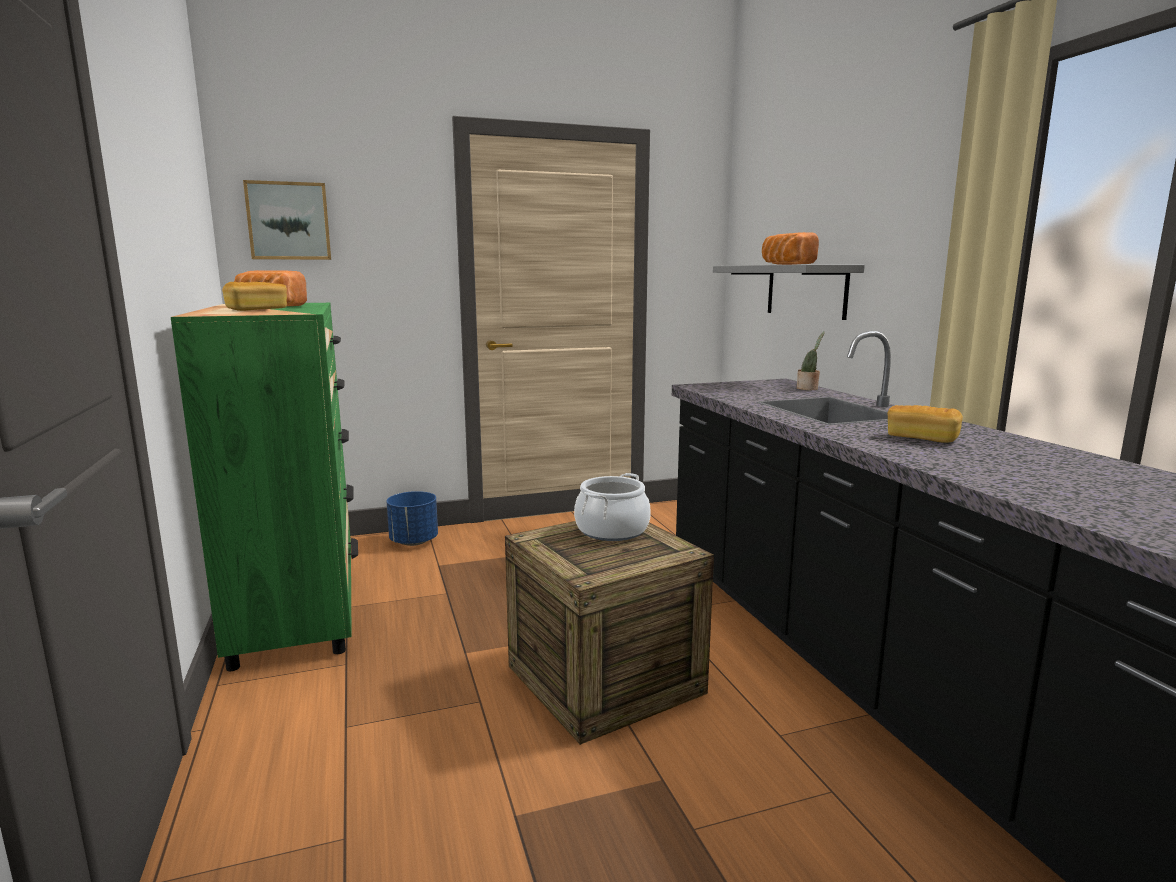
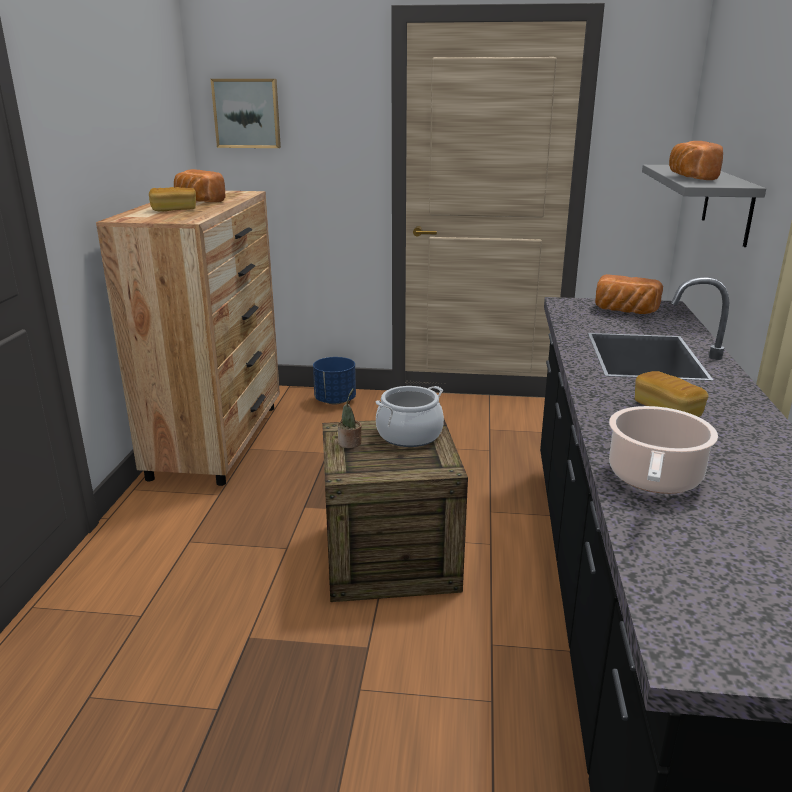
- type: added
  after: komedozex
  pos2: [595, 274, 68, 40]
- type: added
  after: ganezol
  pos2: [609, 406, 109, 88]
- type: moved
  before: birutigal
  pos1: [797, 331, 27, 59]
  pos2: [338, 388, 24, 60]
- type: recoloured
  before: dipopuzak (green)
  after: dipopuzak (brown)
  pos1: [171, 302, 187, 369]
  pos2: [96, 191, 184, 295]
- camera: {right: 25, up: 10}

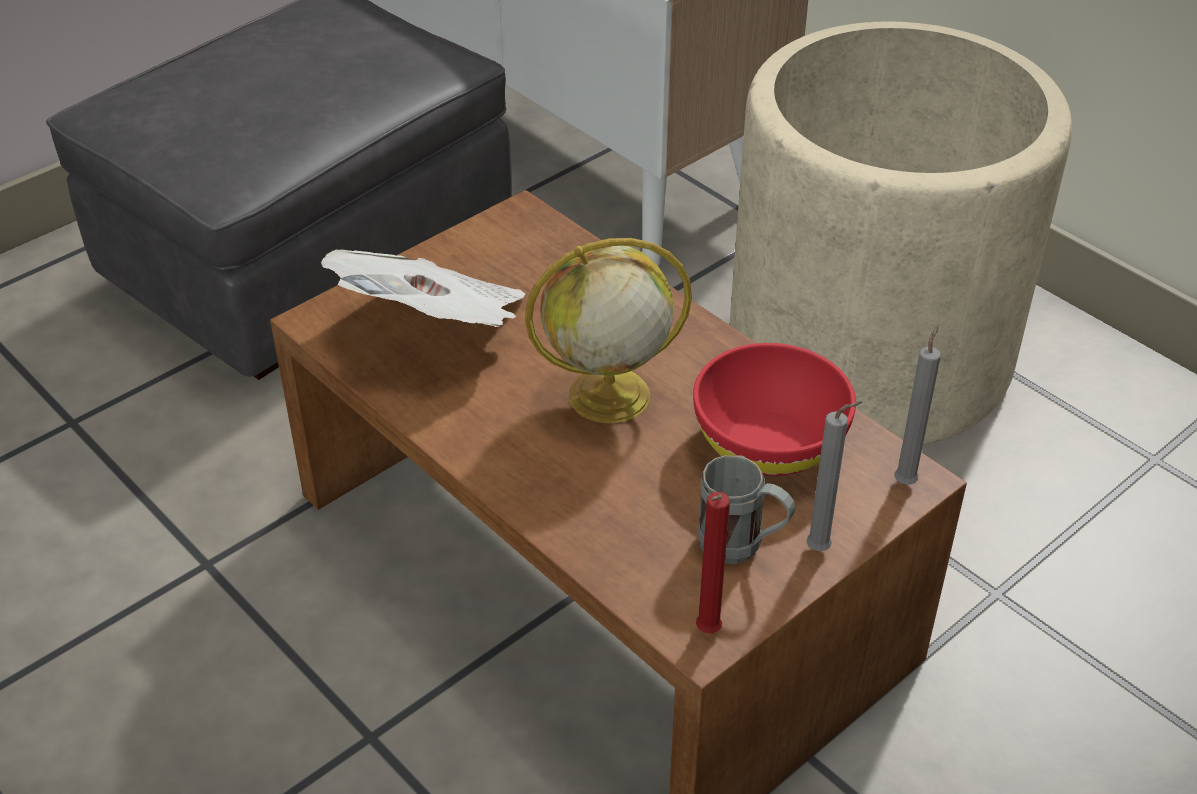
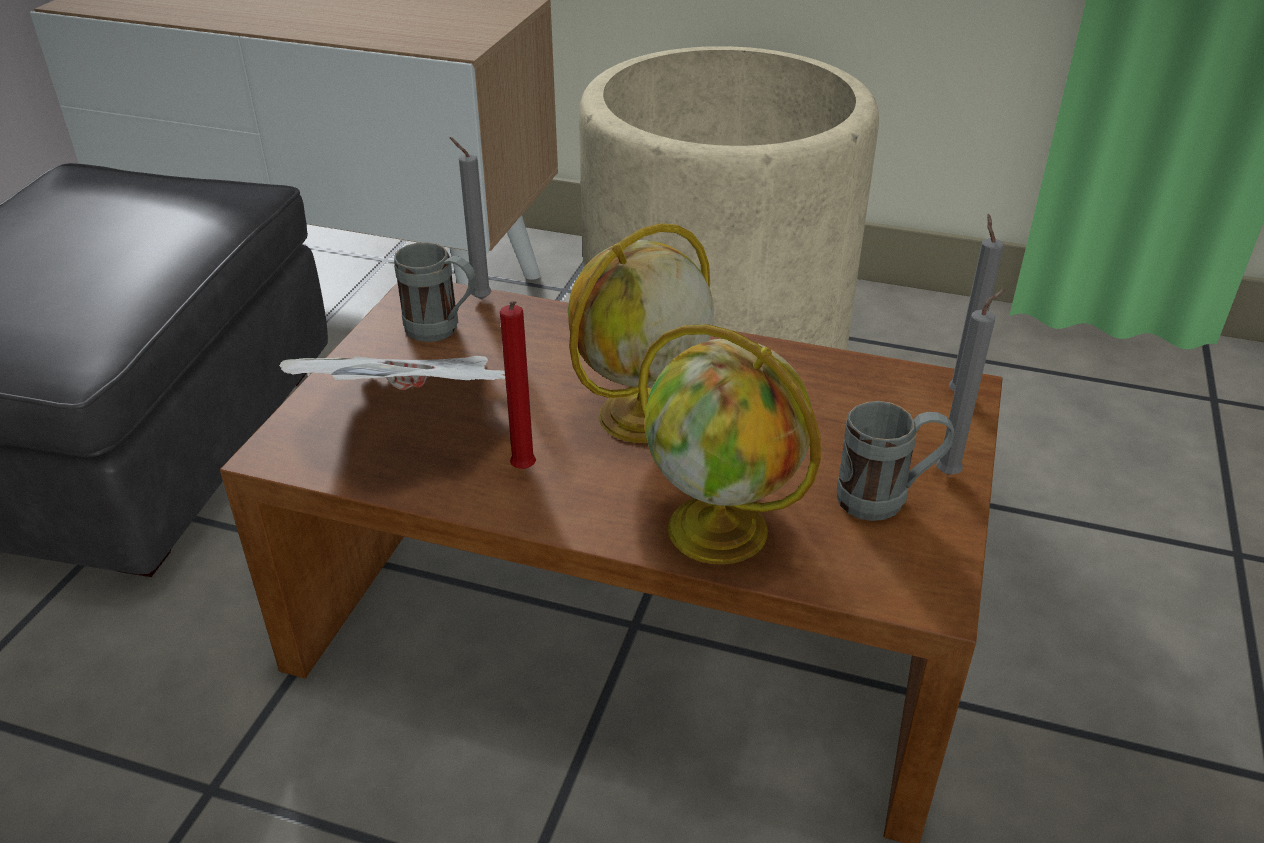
- type: removed
  before: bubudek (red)
  pos1: [693, 343, 163, 133]
- type: added
  after: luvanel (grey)
  pos2: [394, 243, 82, 99]
- type: added
  after: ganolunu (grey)
  pos2: [449, 137, 43, 163]
- type: added
  after: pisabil
  pos2: [638, 324, 183, 241]
- type: moved
  before: ganolunu (red)
  pos1: [696, 492, 34, 142]
  pos2: [500, 301, 36, 168]
- camera: {right: -30, up: -5}

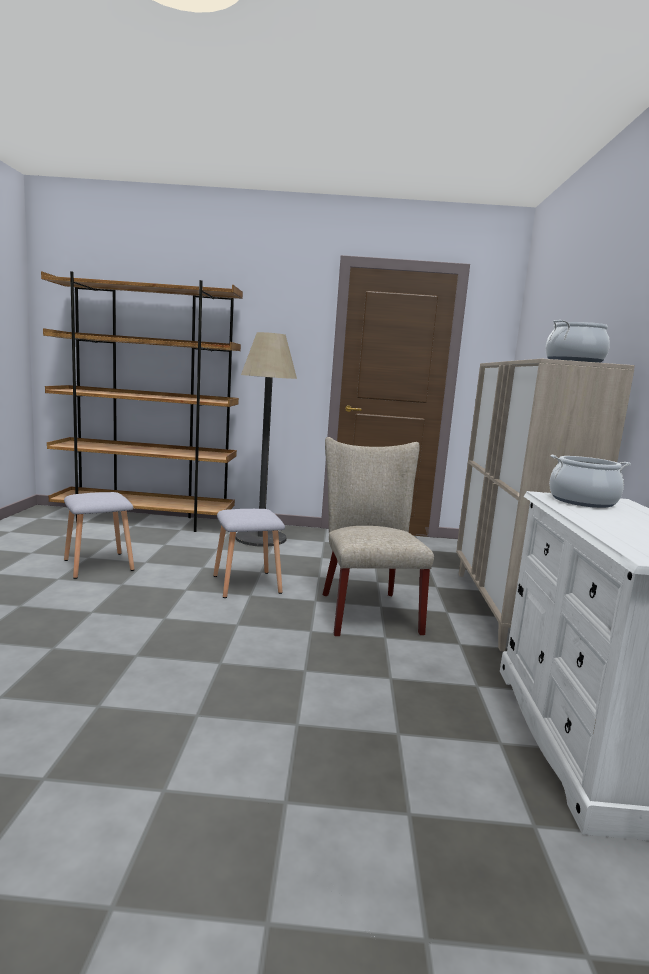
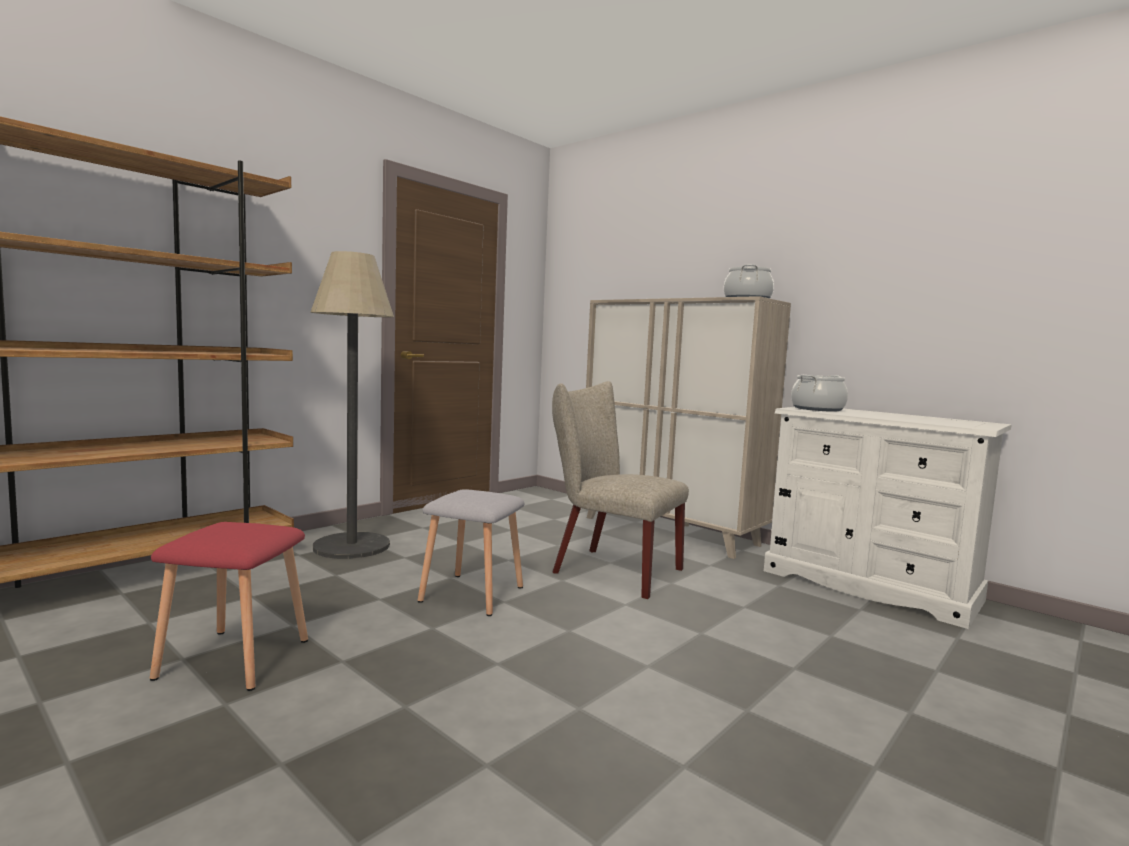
- type: recoloured
  before: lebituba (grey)
  after: lebituba (red)
  pos1: [64, 492, 70, 87]
  pos2: [150, 522, 158, 169]
- camera: {right: -50, up: -5}

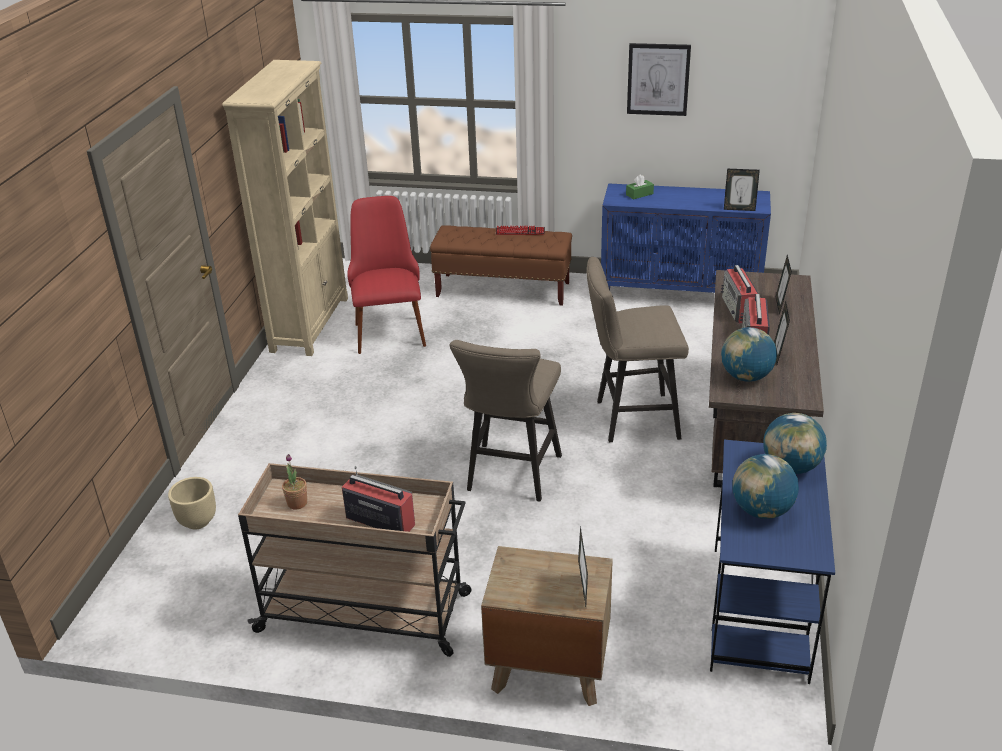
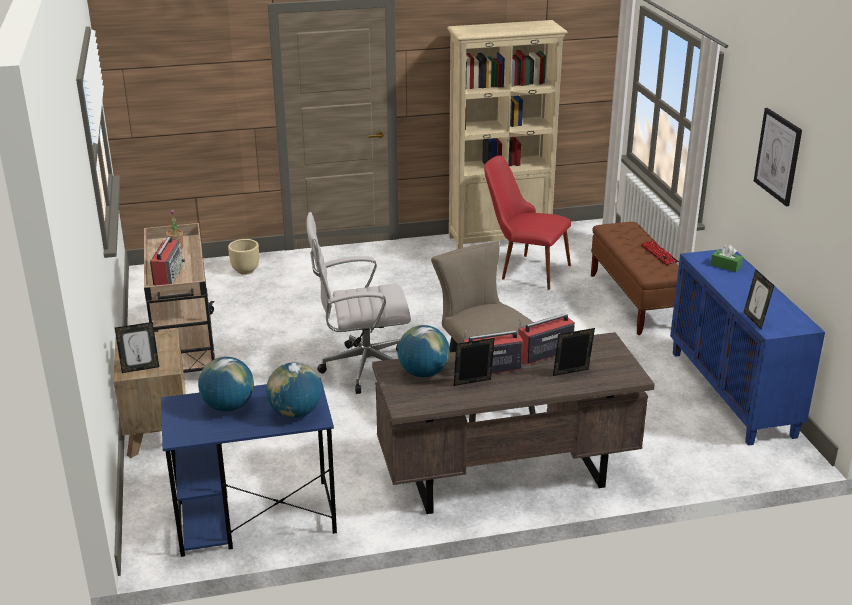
- type: replaced
  before: lebituba (beige)
  after: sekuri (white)
  pos1: [450, 340, 112, 162]
  pos2: [306, 212, 105, 182]
- type: turned
  before: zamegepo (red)
  pos1: [347, 196, 79, 158]
  pos2: [484, 155, 87, 135]
  turn: -120
- camera: {right: 65, up: -5}

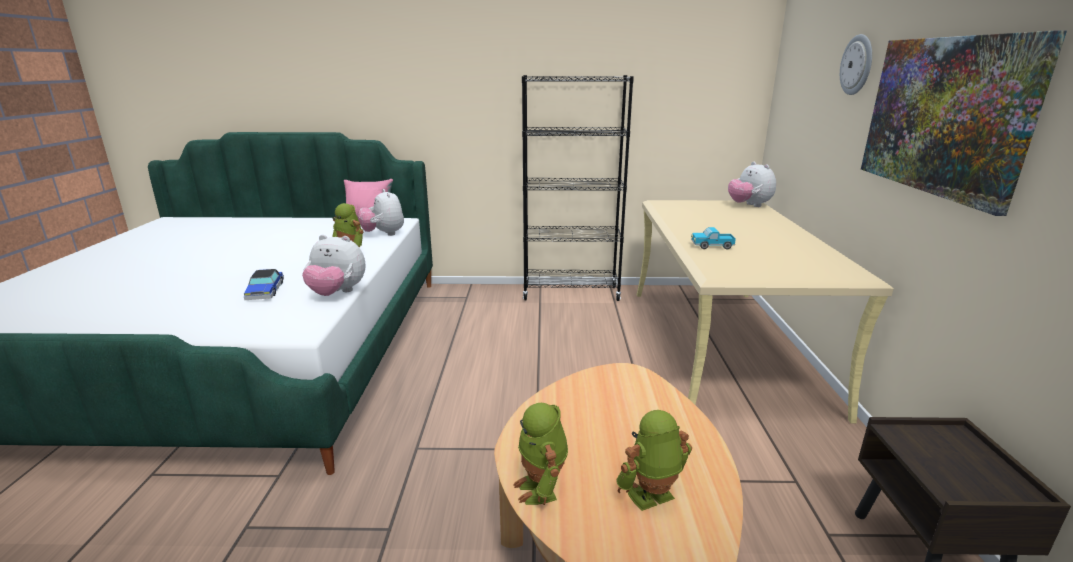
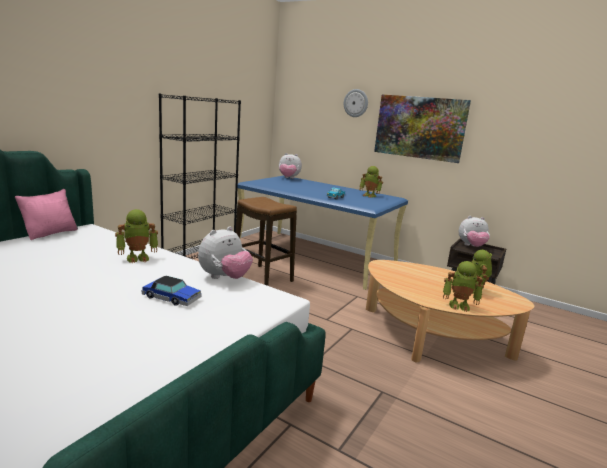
- type: added
  after: lebituba
  pos2: [235, 197, 62, 89]
- type: added
  after: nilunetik
  pos2: [360, 166, 23, 32]
- type: moved
  before: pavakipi
  pos1: [358, 189, 46, 47]
  pos2: [459, 216, 31, 31]
- type: recoloured
  before: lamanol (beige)
  after: lamanol (blue)
  pos1: [637, 200, 257, 223]
  pos2: [237, 176, 171, 114]
- camera: {right: -60, up: -5}

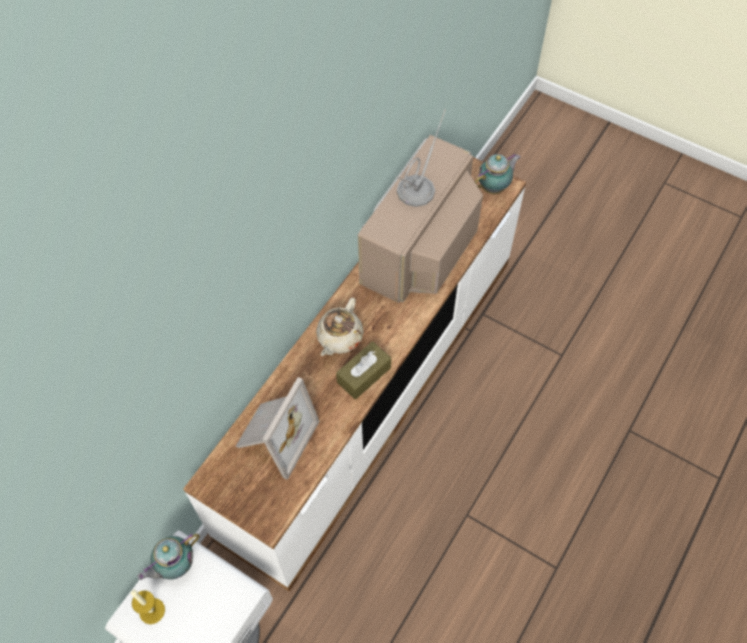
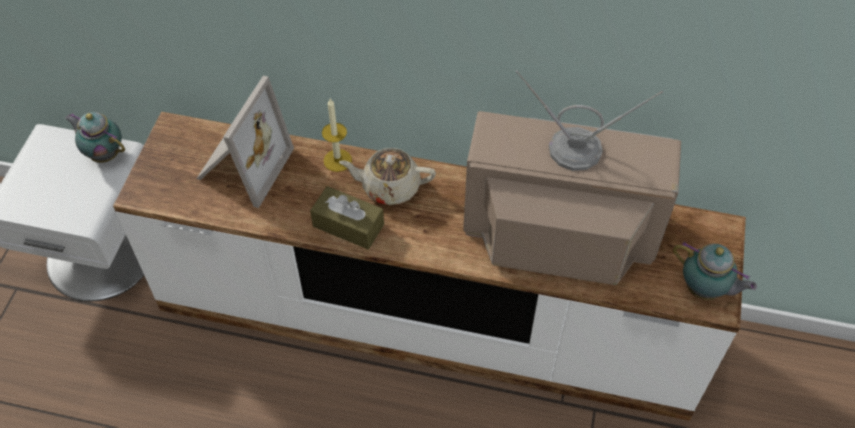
- type: moved
  before: ganolunu
  pos1: [131, 590, 34, 34]
  pos2: [322, 99, 30, 73]
- type: turned
  before: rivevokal
  pos1: [235, 377, 84, 103]
  pos2: [197, 76, 97, 132]
  turn: -75
- camera: {right: 70, up: -5}

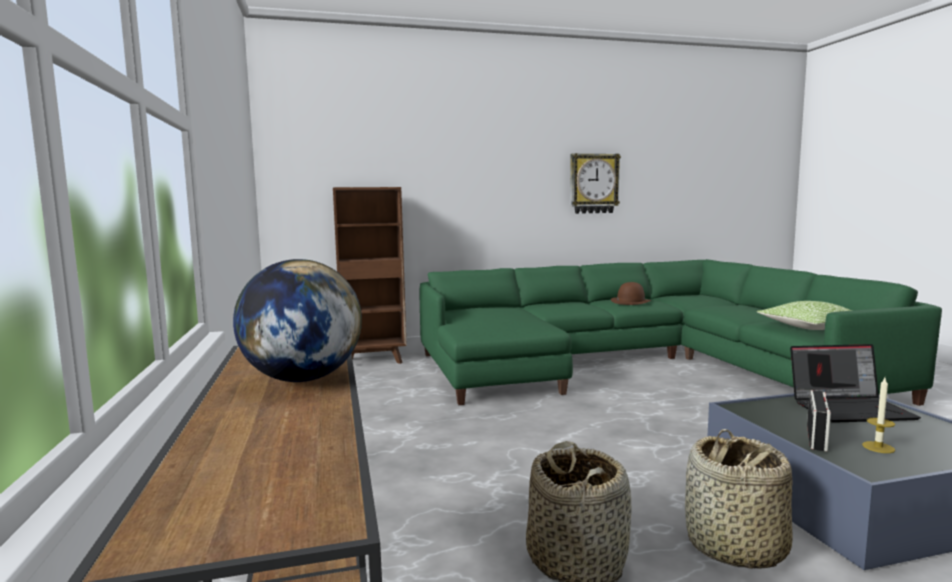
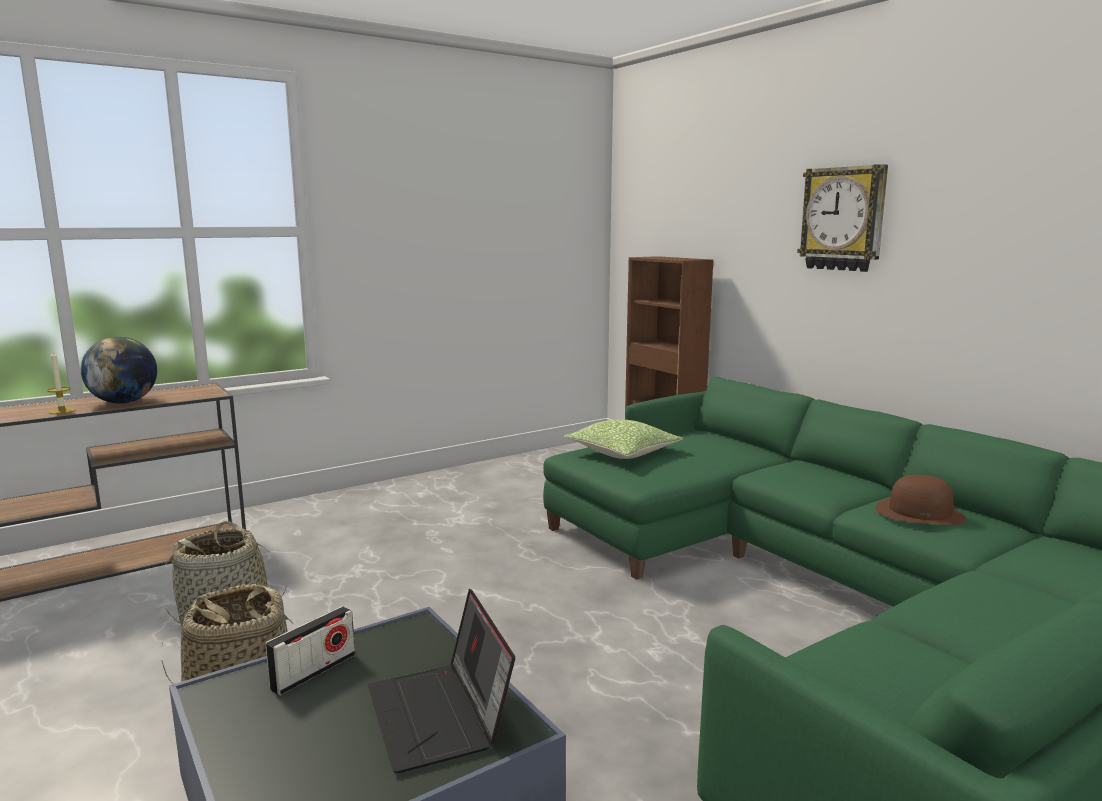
- type: moved
  before: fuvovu
  pos1: [570, 153, 51, 61]
  pos2: [797, 164, 91, 108]
- type: moved
  before: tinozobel
  pos1: [757, 301, 95, 29]
  pos2: [564, 420, 119, 39]
- type: moved
  before: ganolunu
  pos1: [862, 378, 33, 75]
  pos2: [47, 351, 28, 63]
- type: turned
  before: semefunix
  pos1: [807, 390, 24, 62]
  pos2: [265, 606, 90, 90]
  turn: -60
- camera: {right: 70, up: 5}

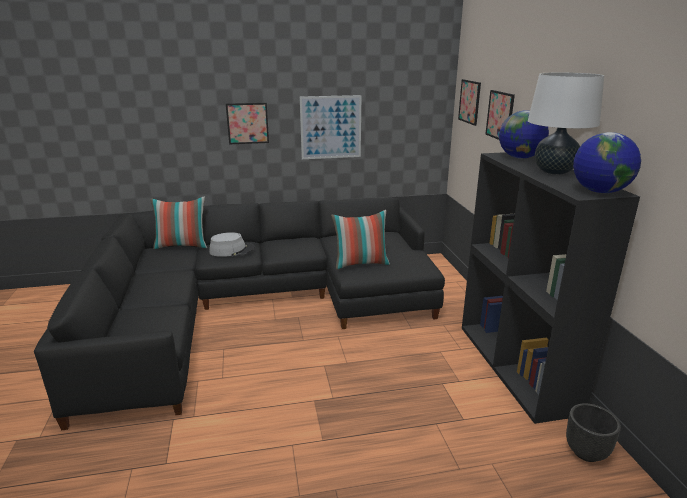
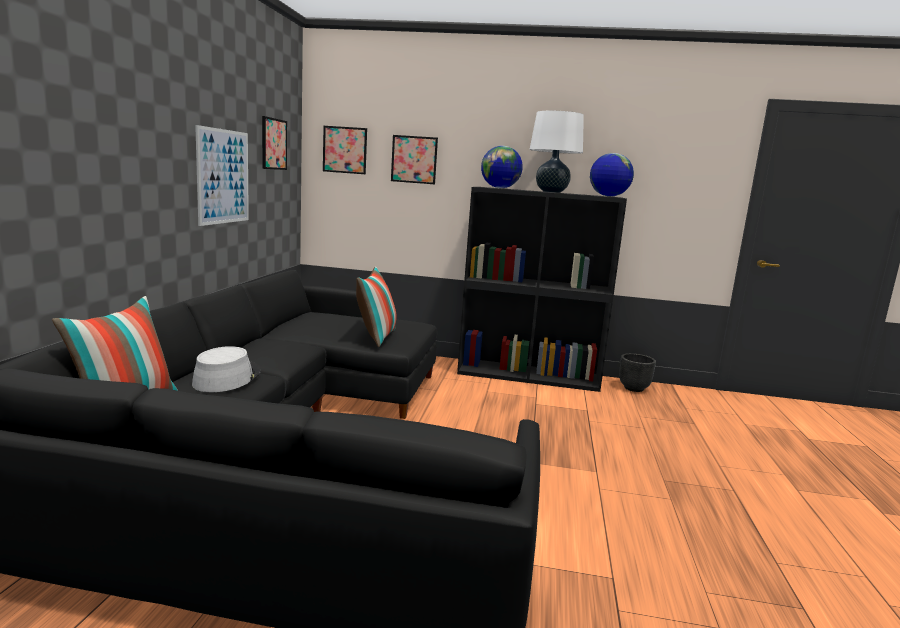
- type: moved
  before: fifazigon
  pos1: [226, 103, 43, 41]
  pos2: [262, 116, 25, 54]
- camera: {right: -70, up: -10}

